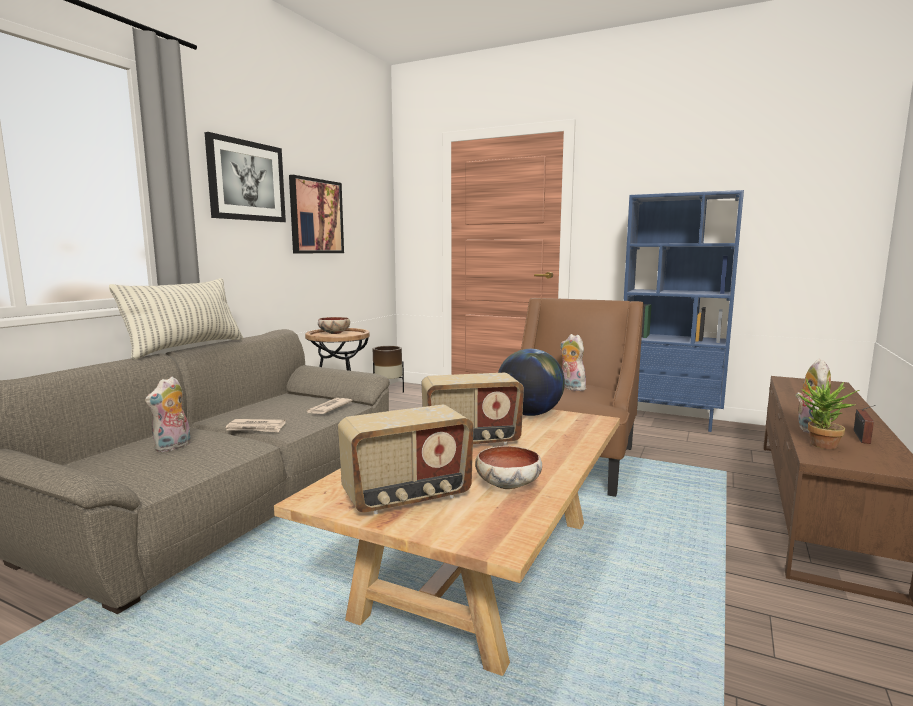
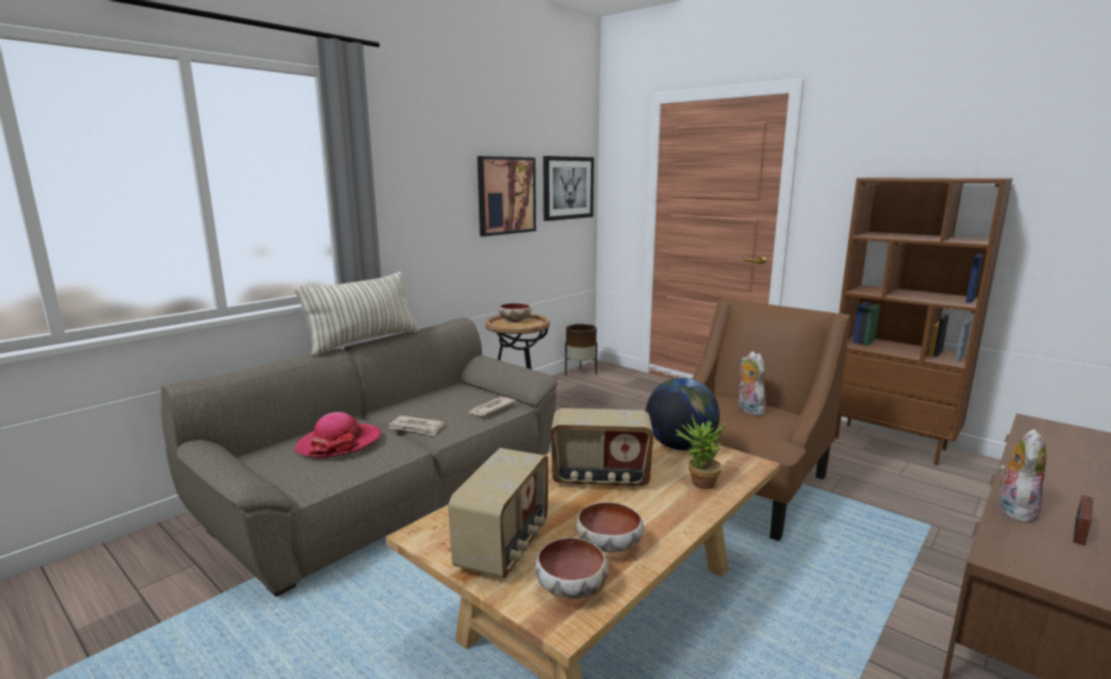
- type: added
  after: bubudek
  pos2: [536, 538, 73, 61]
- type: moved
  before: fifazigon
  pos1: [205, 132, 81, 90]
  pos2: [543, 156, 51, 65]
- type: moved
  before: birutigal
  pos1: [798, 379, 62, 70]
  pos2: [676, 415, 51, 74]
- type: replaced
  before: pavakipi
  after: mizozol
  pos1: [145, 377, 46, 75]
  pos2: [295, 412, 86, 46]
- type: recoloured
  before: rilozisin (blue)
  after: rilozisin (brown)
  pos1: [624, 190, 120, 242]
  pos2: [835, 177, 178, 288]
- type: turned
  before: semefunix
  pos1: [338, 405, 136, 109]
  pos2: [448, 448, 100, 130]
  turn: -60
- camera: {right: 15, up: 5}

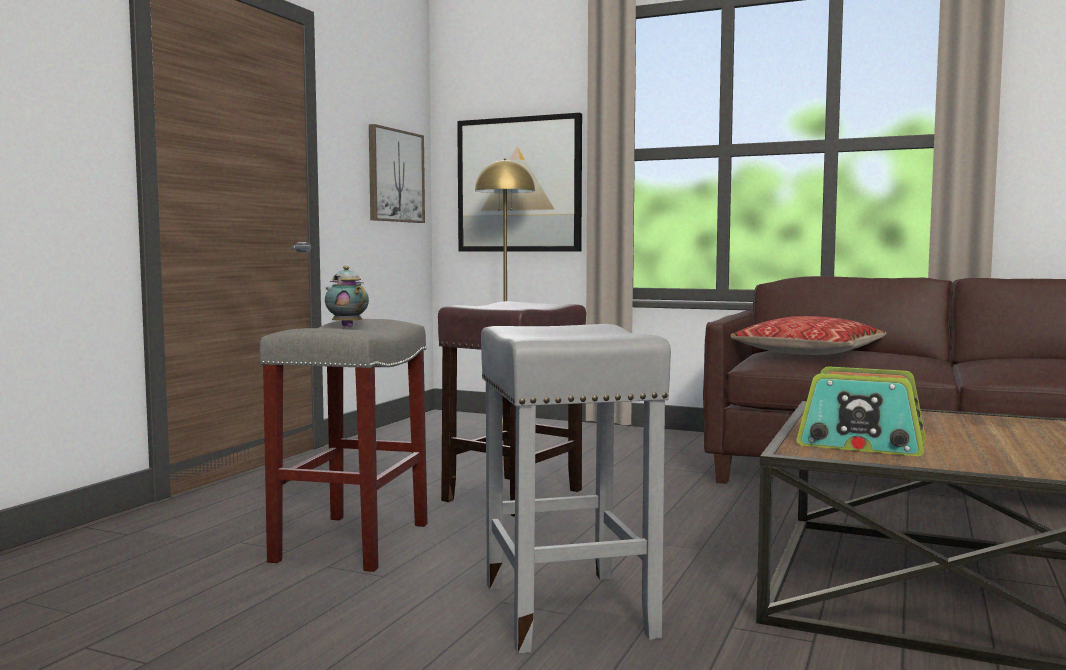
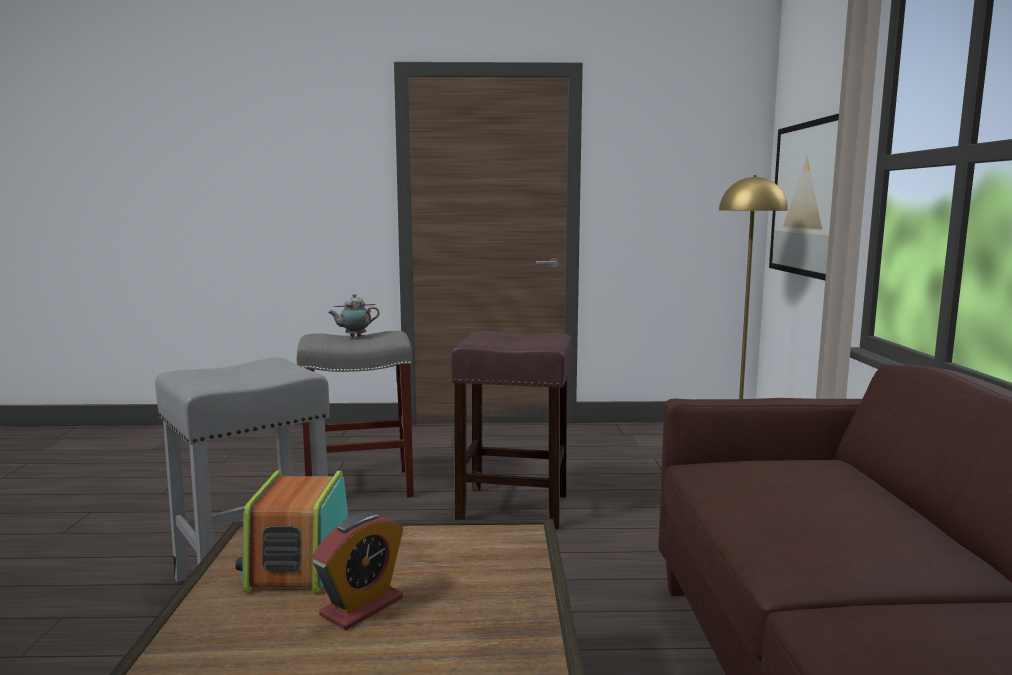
- type: removed
  before: fifazigon
  pos1: [369, 124, 56, 99]
- type: removed
  before: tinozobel
  pos1: [731, 316, 156, 39]
- type: added
  after: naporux
  pos2: [312, 512, 91, 118]
- type: turned
  before: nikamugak
  pos1: [325, 266, 44, 61]
  pos2: [328, 294, 52, 43]
  turn: -135
- camera: {right: 65, up: 5}

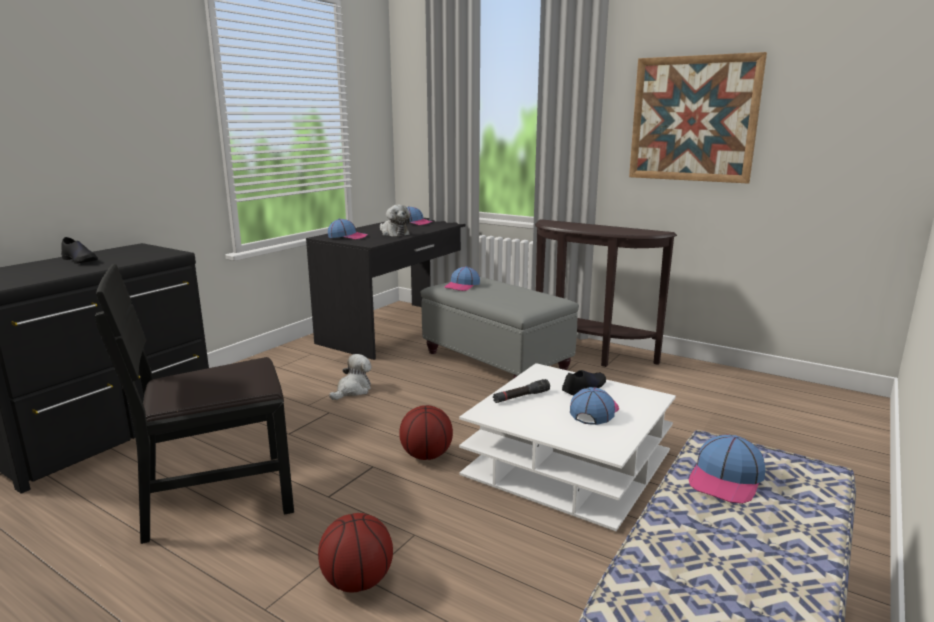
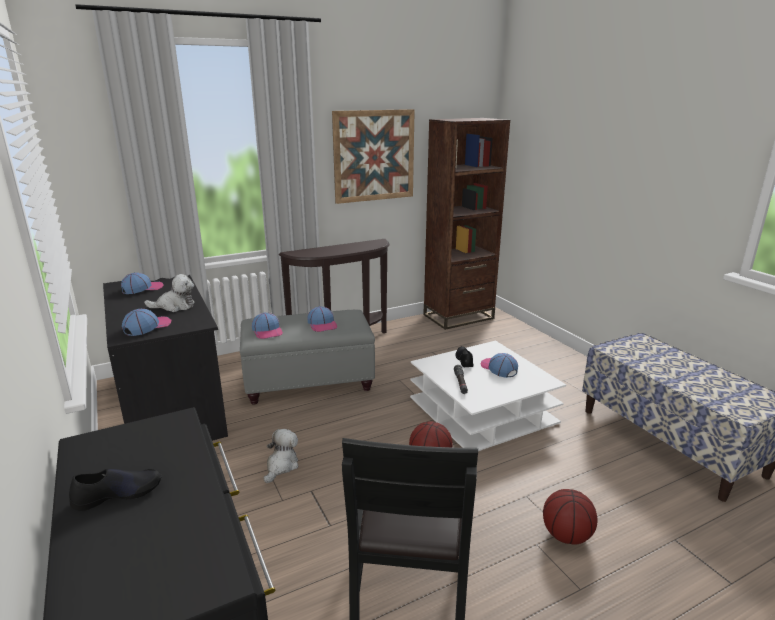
- type: added
  after: rilozisin (brown)
  pos2: [423, 118, 87, 212]
- type: moved
  before: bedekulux
  pos1: [689, 435, 77, 69]
  pos2: [307, 306, 30, 26]
- type: turned
  before: pavakipi
  pos1: [329, 354, 42, 46]
  pos2: [263, 429, 36, 54]
  turn: 45
- camera: {right: -60, up: 5}

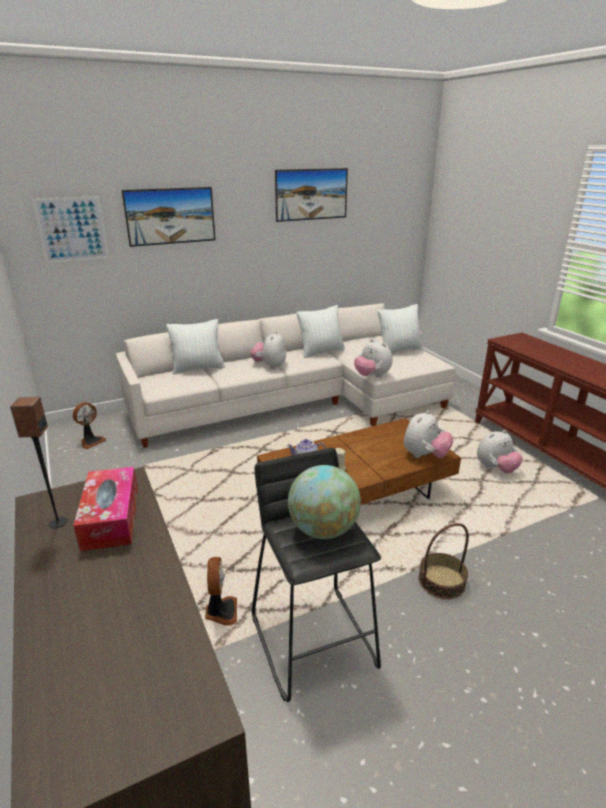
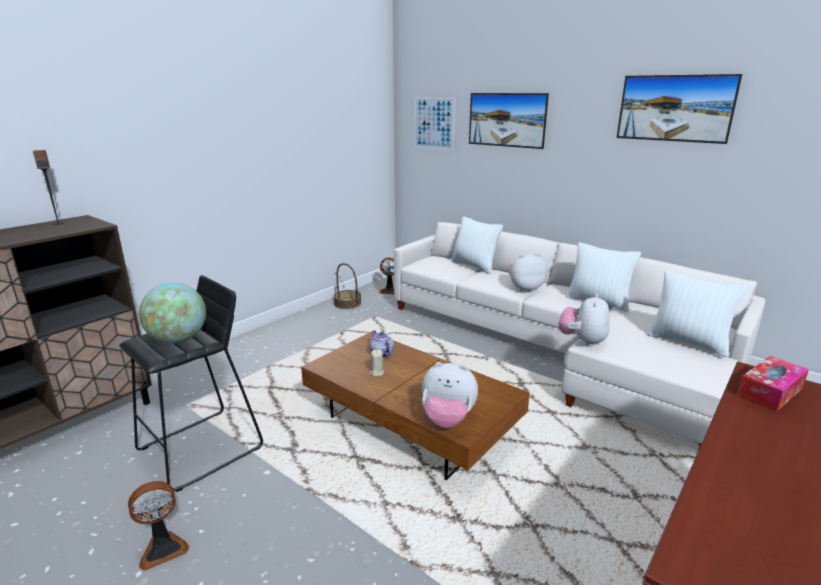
- type: removed
  before: pavakipi
  pos1: [477, 430, 46, 44]
- type: moved
  before: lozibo
  pos1: [73, 467, 65, 84]
  pos2: [737, 356, 72, 56]
- type: moved
  before: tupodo
  pos1: [205, 557, 32, 69]
  pos2: [128, 481, 61, 90]
- type: moved
  before: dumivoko
  pos1: [418, 523, 51, 76]
  pos2: [334, 263, 27, 46]
- camera: {right: 65, up: -5}

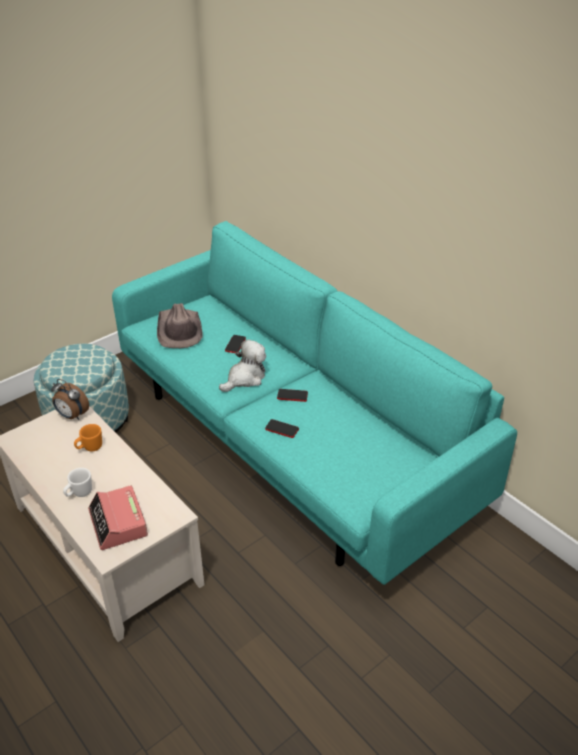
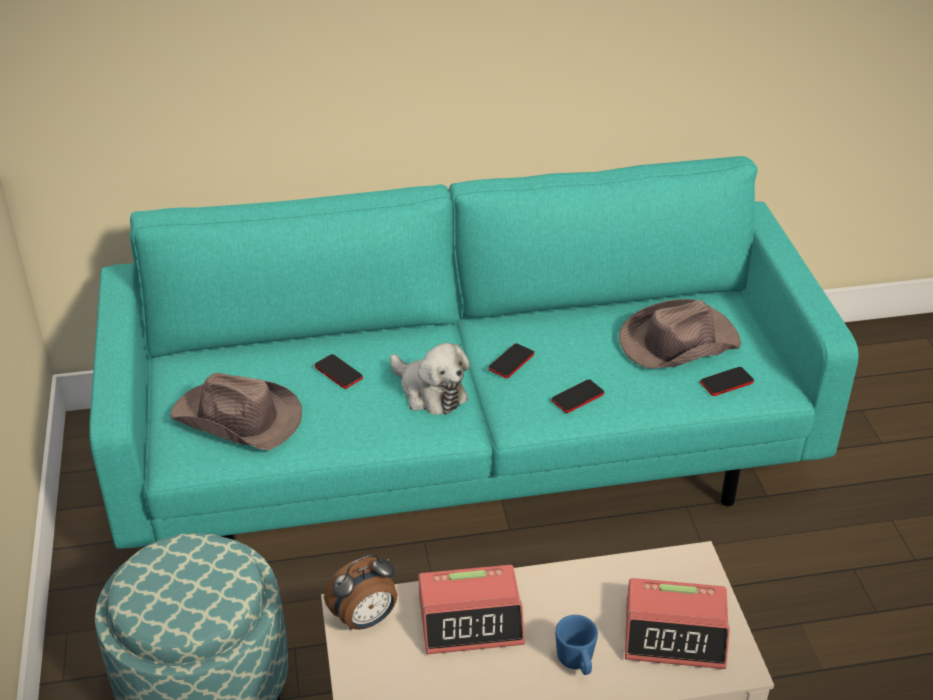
- type: added
  after: mizozol (brown)
  pos2: [619, 299, 122, 70]
- type: added
  after: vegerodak
  pos2: [700, 367, 54, 29]
- type: replaced
  before: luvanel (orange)
  after: naporux
  pos1: [74, 424, 28, 27]
  pos2: [418, 565, 107, 89]
- type: recoloured
  before: luvanel (white)
  after: luvanel (blue)
  pos1: [63, 468, 29, 29]
  pos2: [555, 615, 43, 60]
- type: turned
  before: pavakipi
  pos1: [219, 339, 47, 53]
  pos2: [390, 343, 80, 72]
  turn: 150
- camera: {right: -60, up: 0}

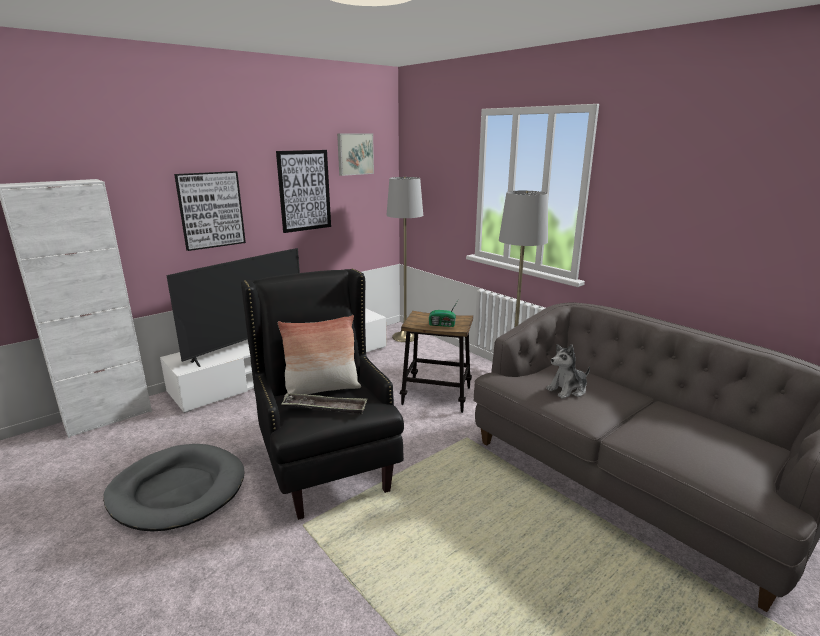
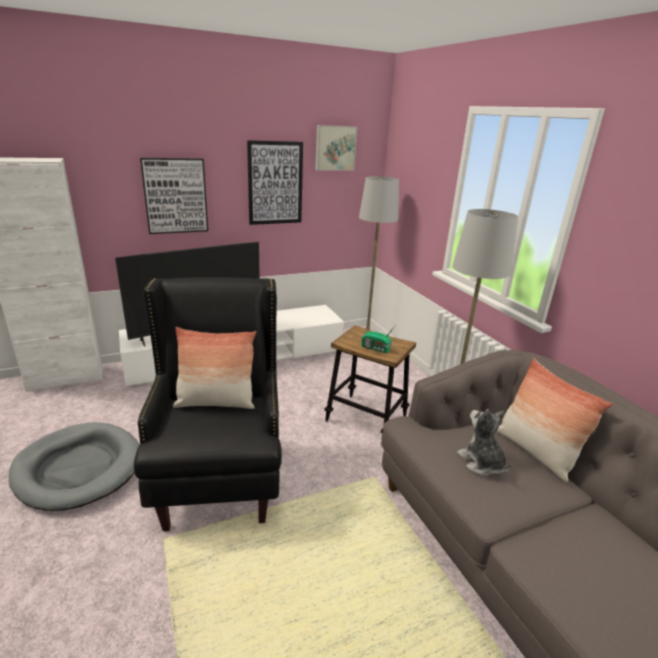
- type: removed
  before: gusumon
  pos1: [281, 394, 86, 21]
- type: added
  after: tinozobel
  pos2: [497, 358, 116, 124]
- type: turned
  before: pavakipi
  pos1: [546, 344, 44, 55]
  pos2: [457, 409, 55, 67]
  turn: 75
- camera: {right: 15, up: 5}

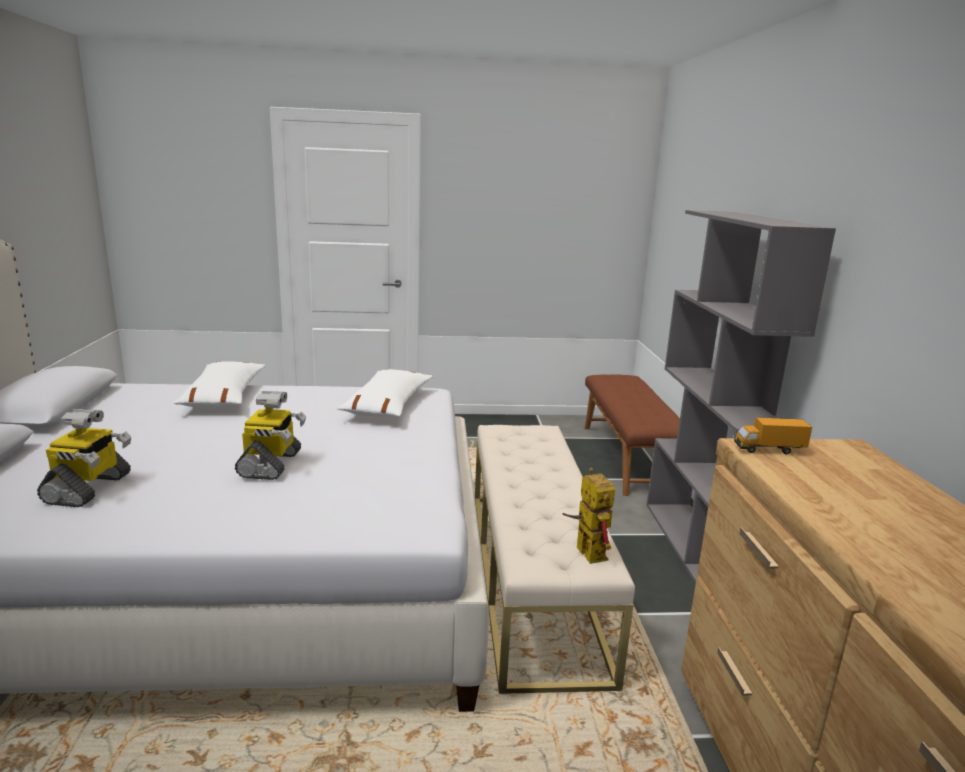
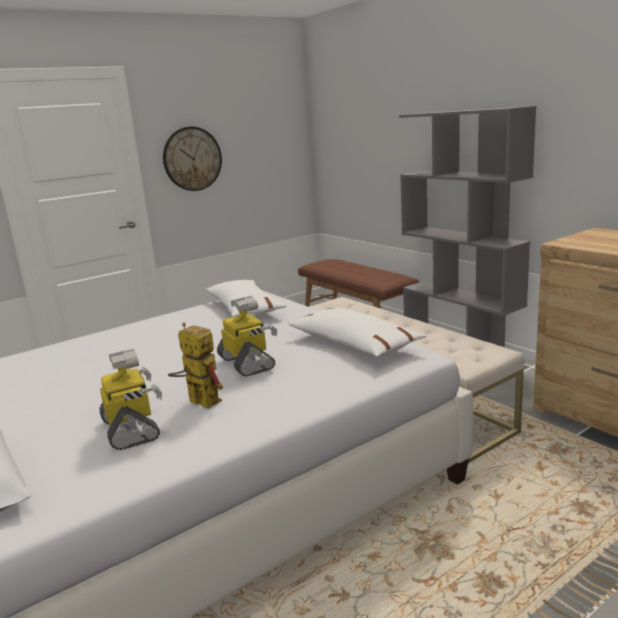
- type: removed
  before: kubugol
  pos1: [734, 418, 78, 36]
- type: added
  after: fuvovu
  pos2: [163, 127, 59, 64]
- type: moved
  before: tinozobel (white)
  pos1: [173, 361, 92, 47]
  pos2: [288, 307, 139, 50]
- type: moved
  before: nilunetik
  pos1: [562, 468, 53, 96]
  pos2: [168, 323, 55, 86]
- camera: {right: -30, up: 0}

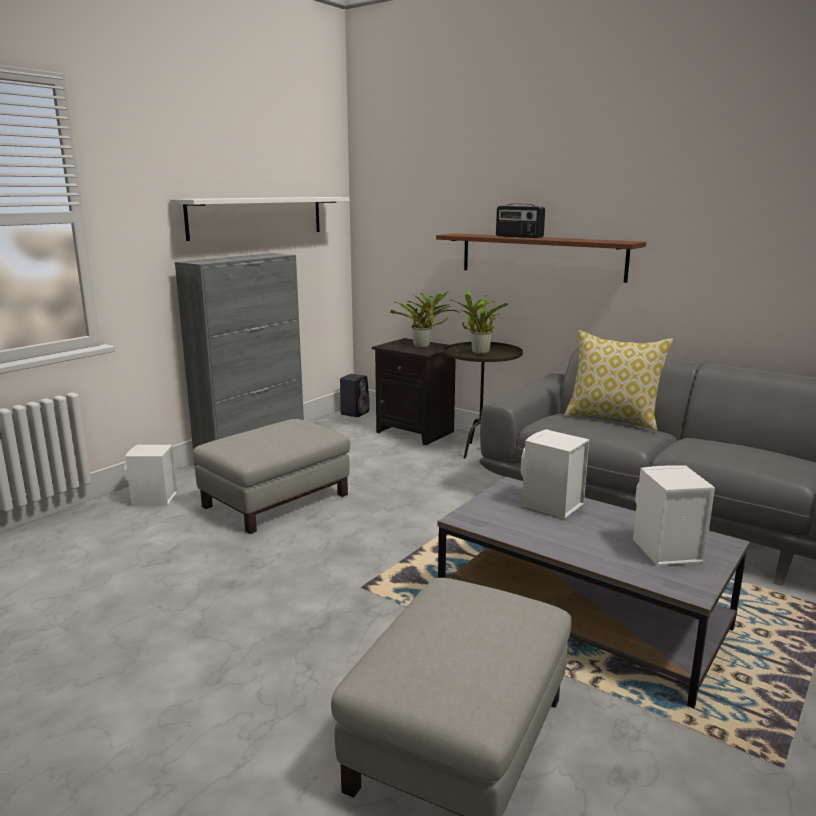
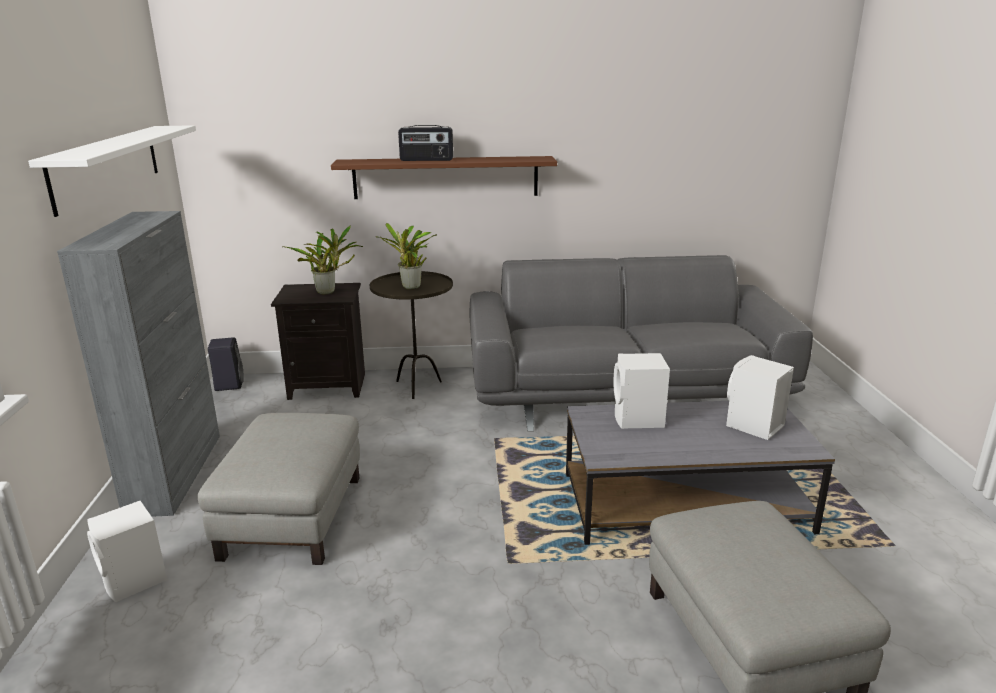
- type: removed
  before: tinozobel
  pos1: [564, 330, 109, 101]
- camera: {right: -40, up: 5}

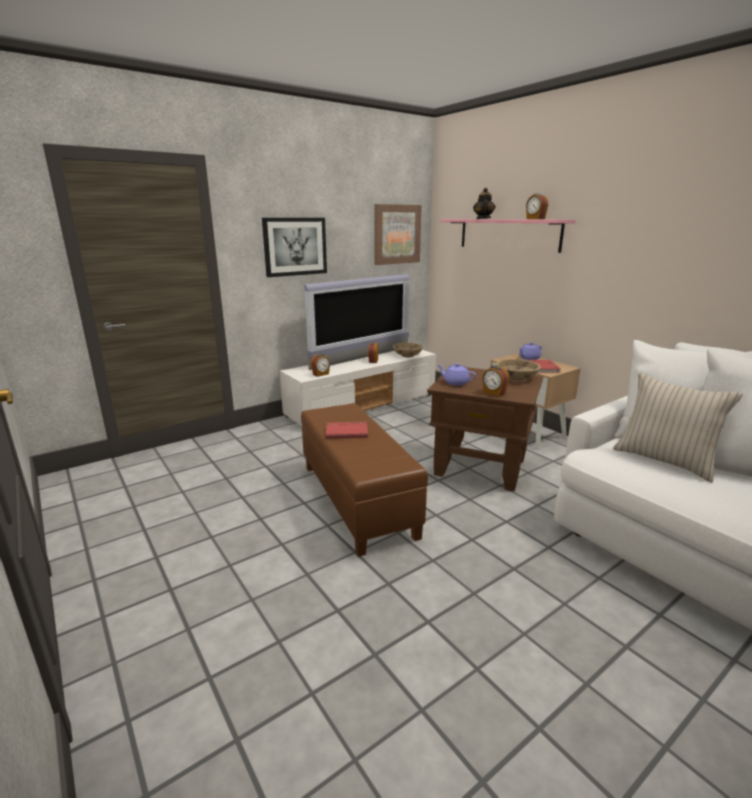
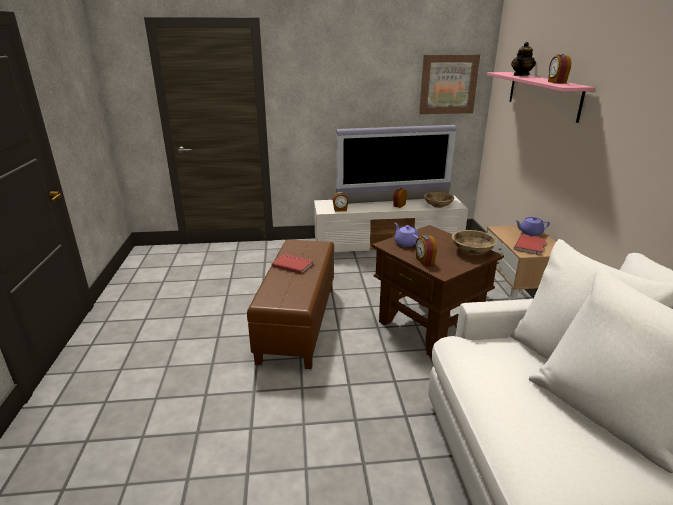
- type: removed
  before: fifazigon
  pos1: [262, 218, 65, 59]
- type: removed
  before: tinozobel (beige)
  pos1: [613, 373, 130, 110]
- camera: {right: 30, up: 5}

